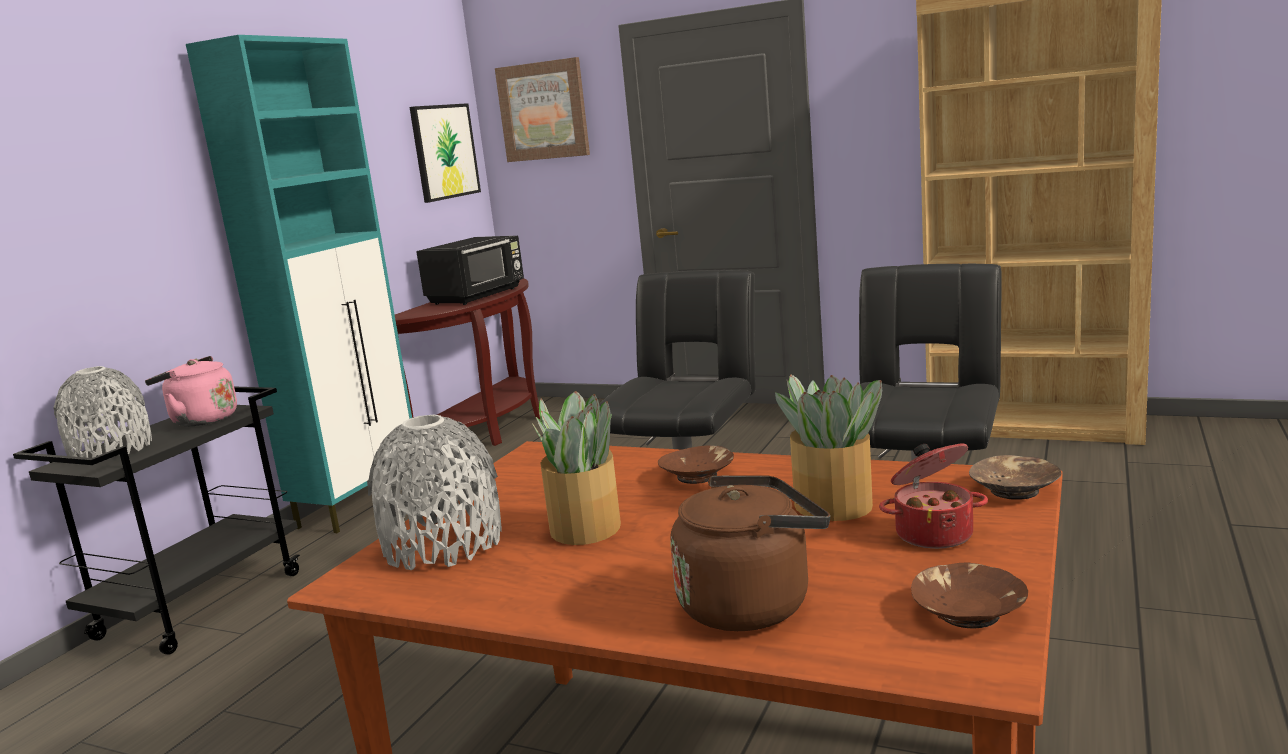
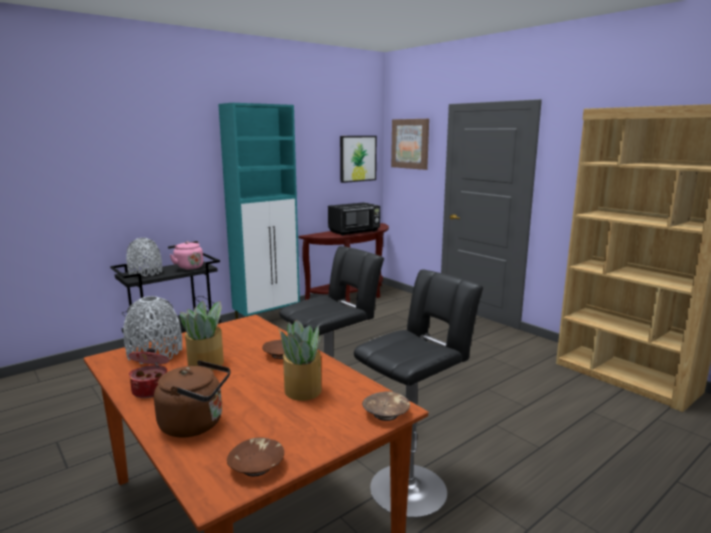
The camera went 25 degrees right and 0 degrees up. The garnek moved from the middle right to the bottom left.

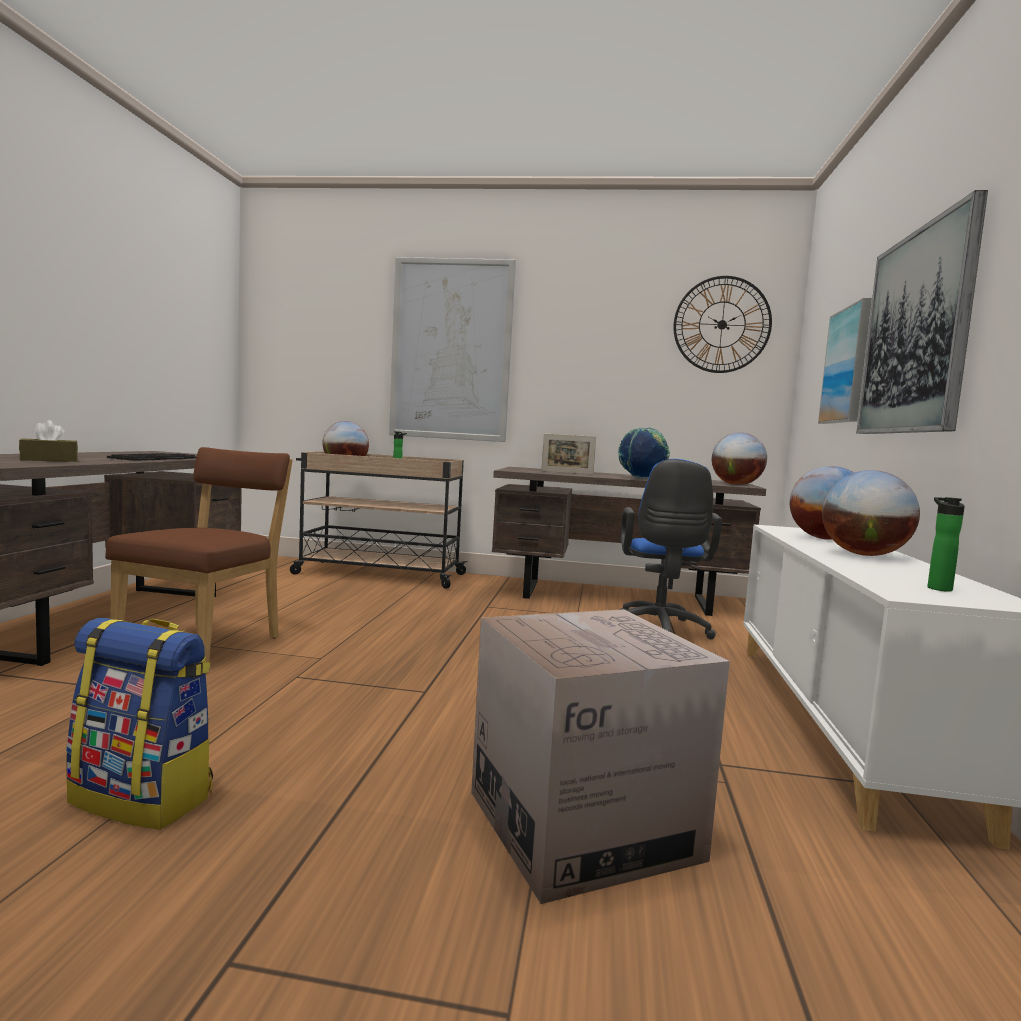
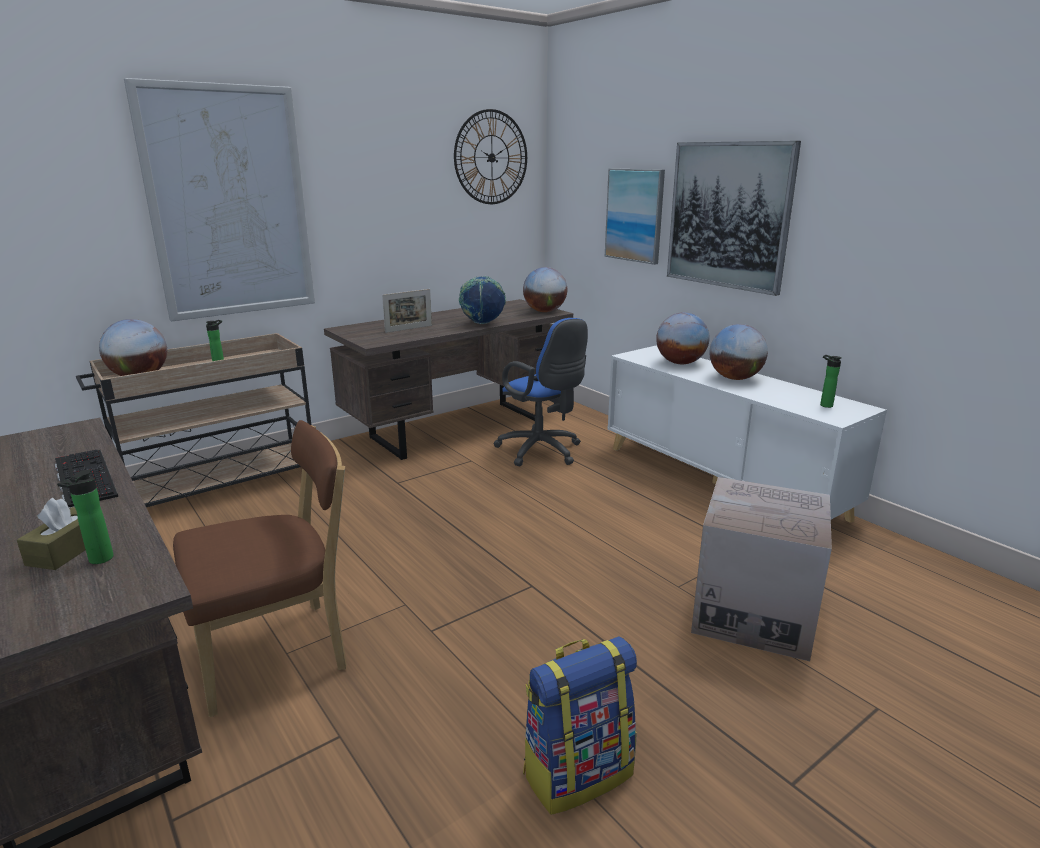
The camera went 45 degrees left and 15 degrees up. The butelka (1st from left) at the middle left appeared. The krzesło (brązowy) at the middle left turned 90 degrees clockwise.

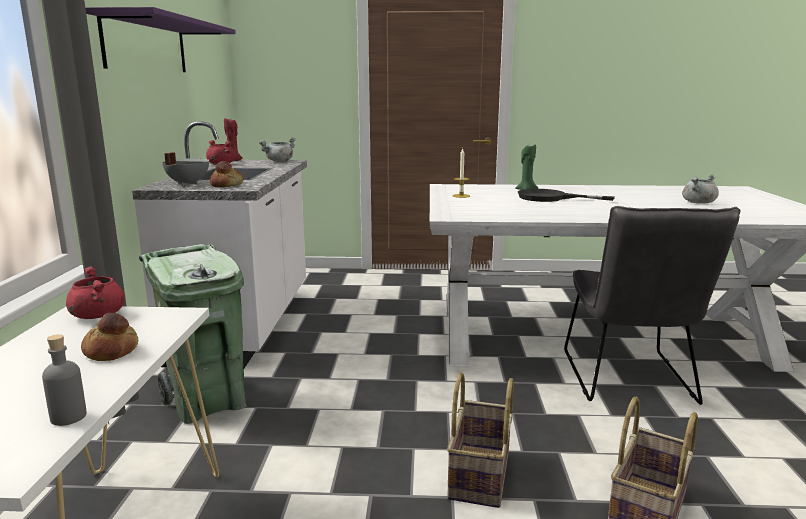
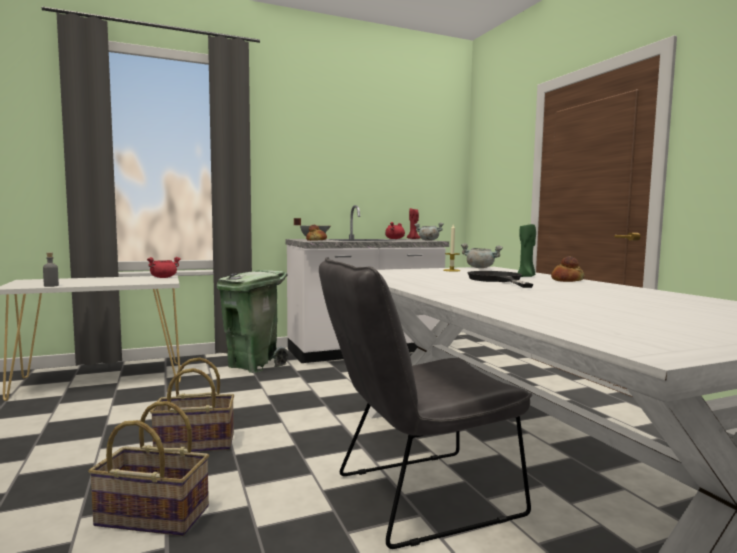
The camera went 65 degrees right and 10 degrees down. The półka (fioletowy) at the top left disappeared. The chleb (1st from left in the first image) moved from the middle left to the middle right. The garnek (szary) (3rd from left) moved from the middle right to the centre.

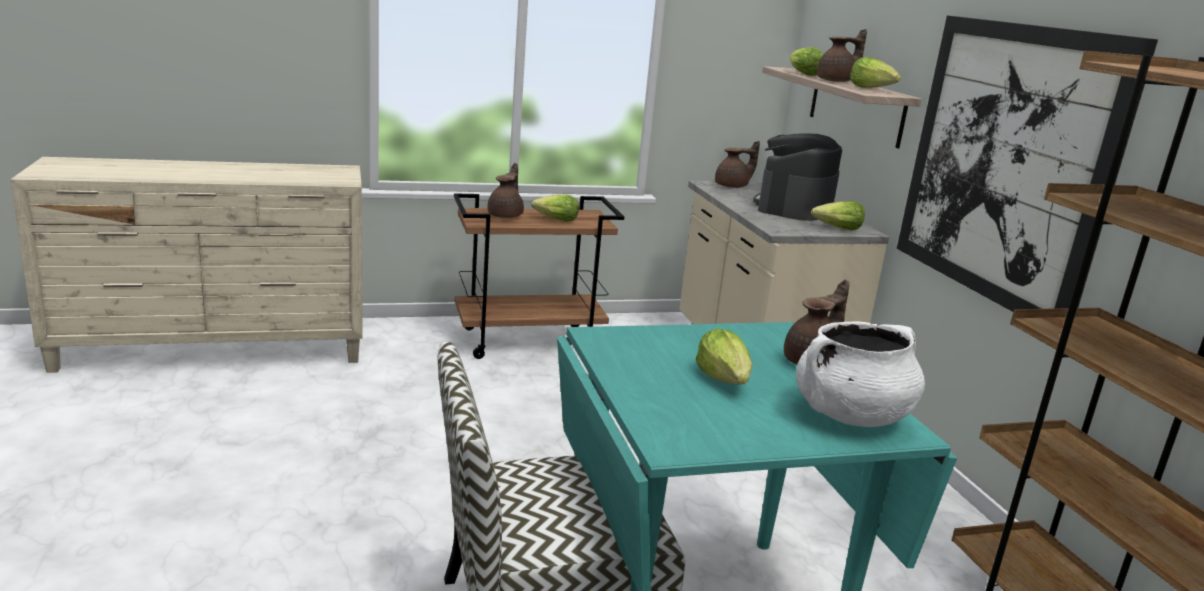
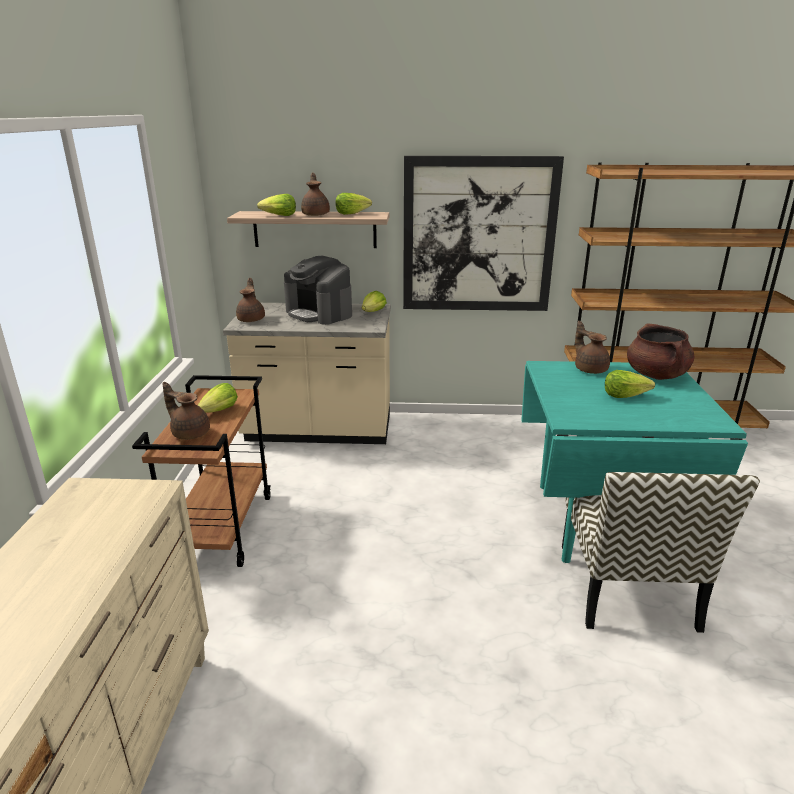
The camera went 70 degrees left and 5 degrees up. The garnek (biały) at the middle right became the garnek (brązowy) at the middle right.

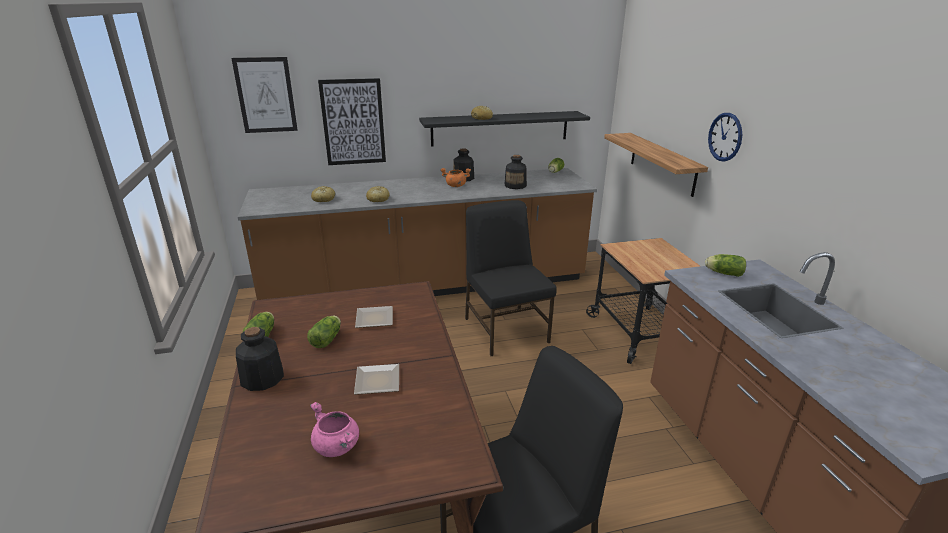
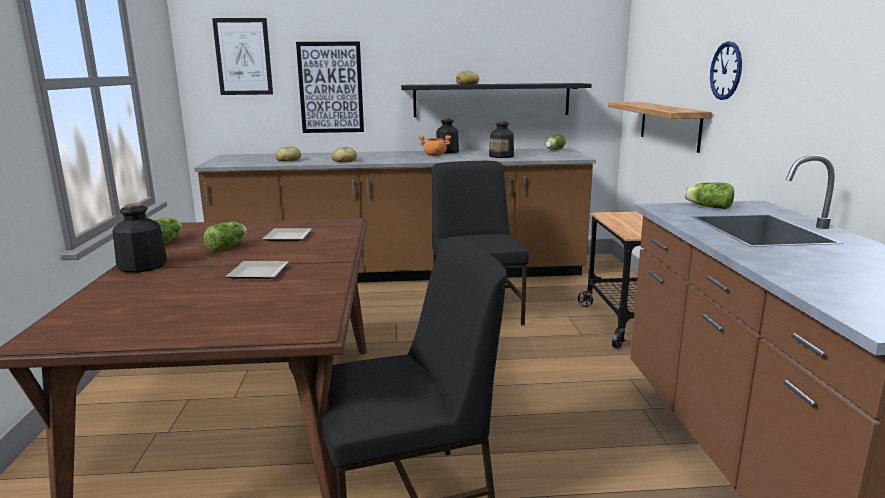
The camera went 10 degrees right and 10 degrees down. The garnek (różowy) at the bottom centre disappeared.

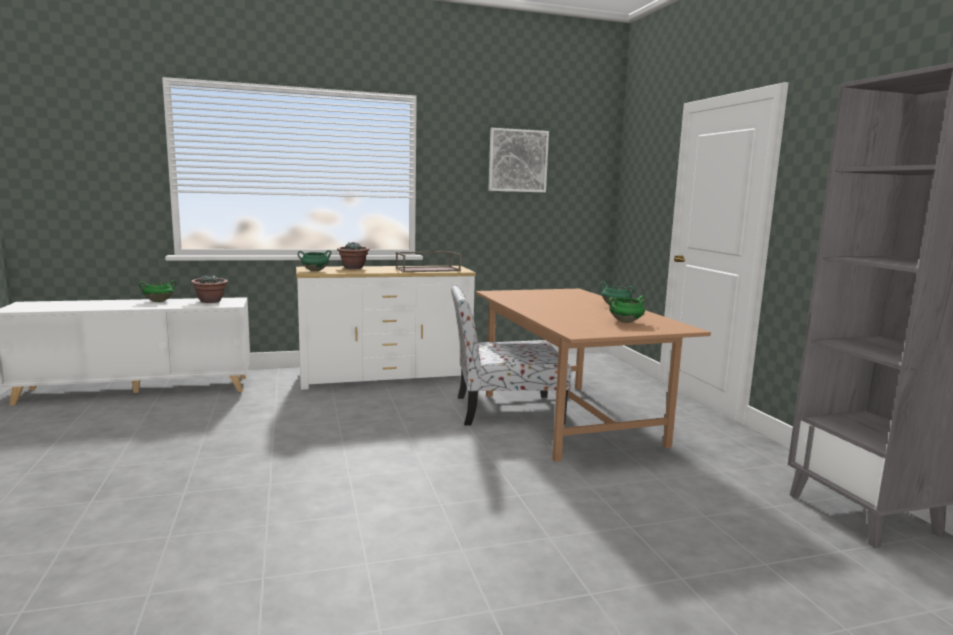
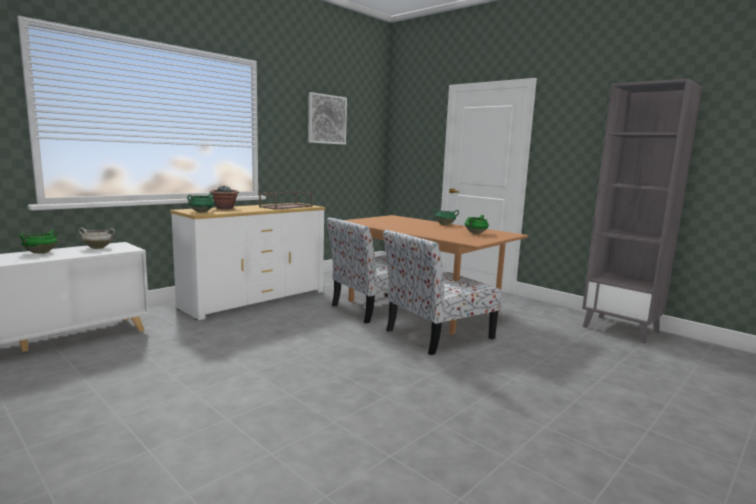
The camera went 30 degrees left and 0 degrees up. The krzesło (2nd from left) at the centre appeared. The roślina doniczkowa (1st from left) at the middle left was replaced by the garnek (biały) at the middle left.

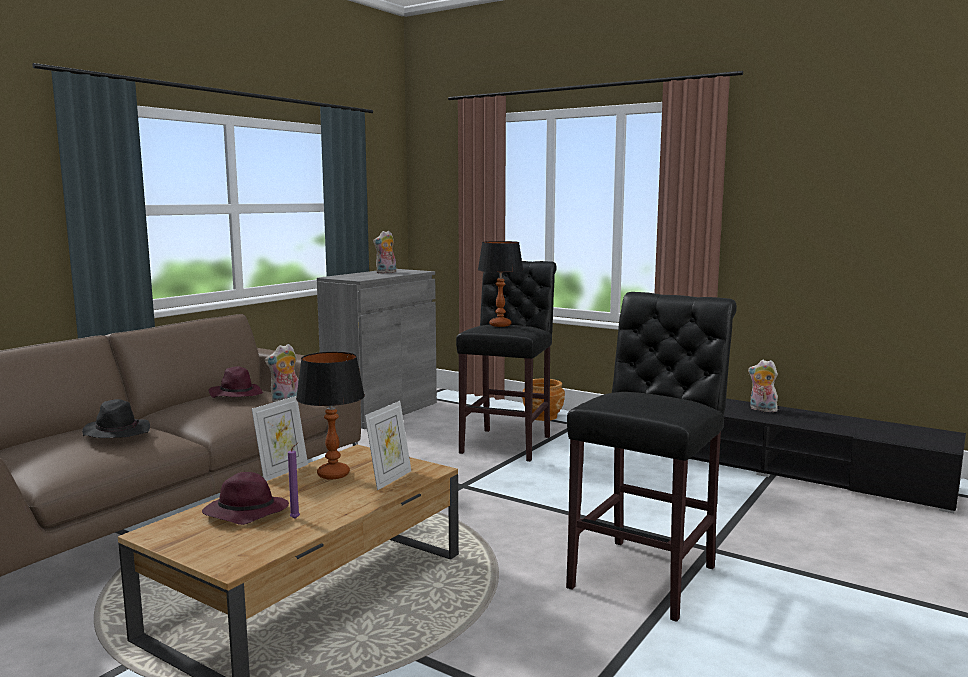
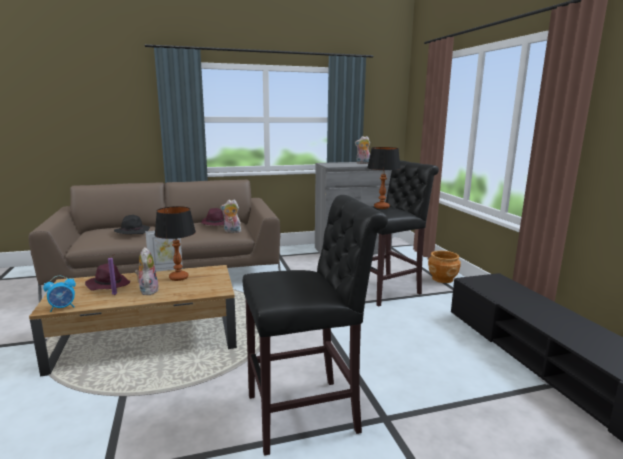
The camera went 40 degrees right and 5 degrees up. The ramka na zdjęcie (2nd from left) at the centre disappeared. The budzik at the middle left appeared. The pluszak (3rd from left in the first image) moved from the middle right to the middle left.

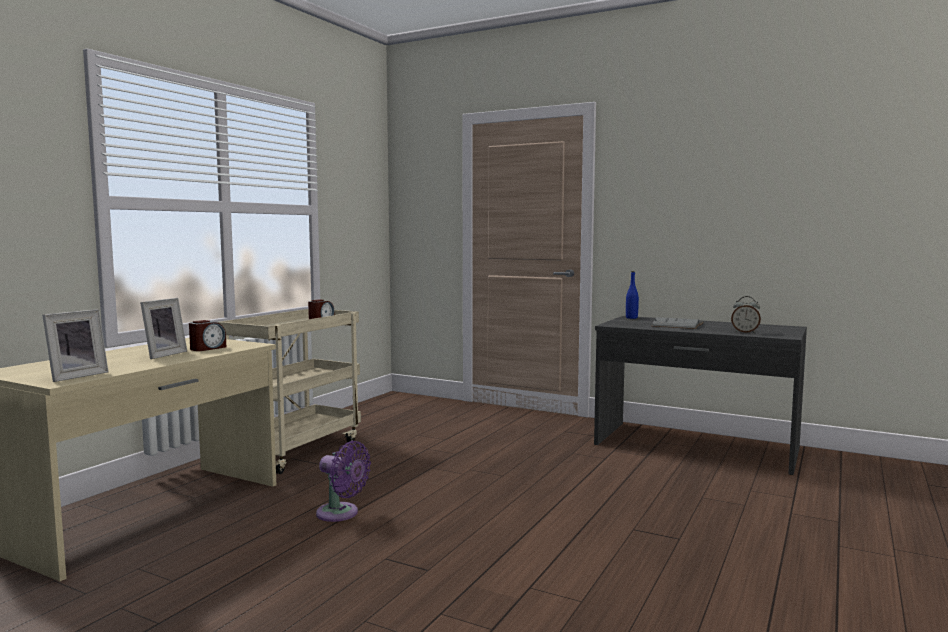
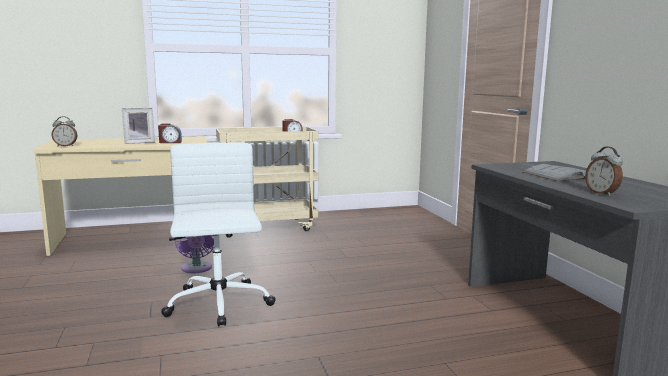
The camera went 45 degrees right and 5 degrees up. The butelka (niebieski) at the middle right disappeared. The krzesło biurowe (biały) at the middle left appeared. The ramka na zdjęcie (1st from left) at the middle left was replaced by the budzik (1st from left) at the middle left.

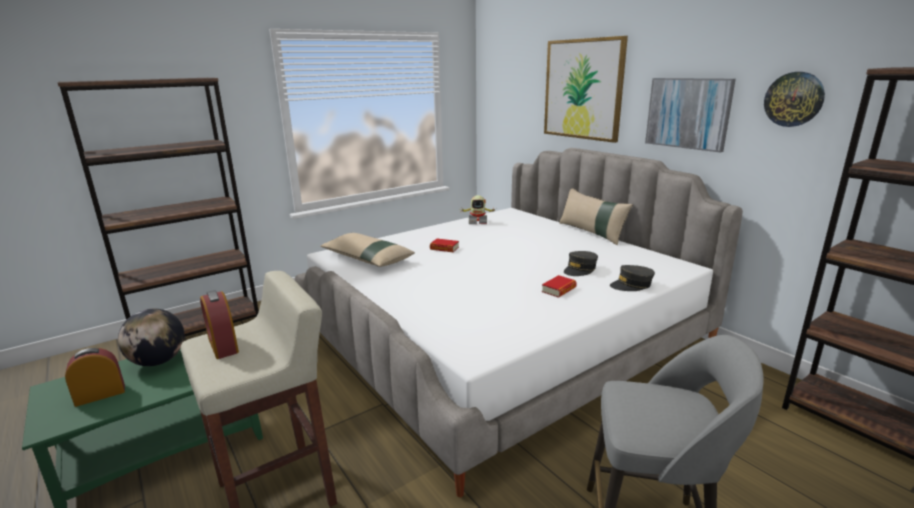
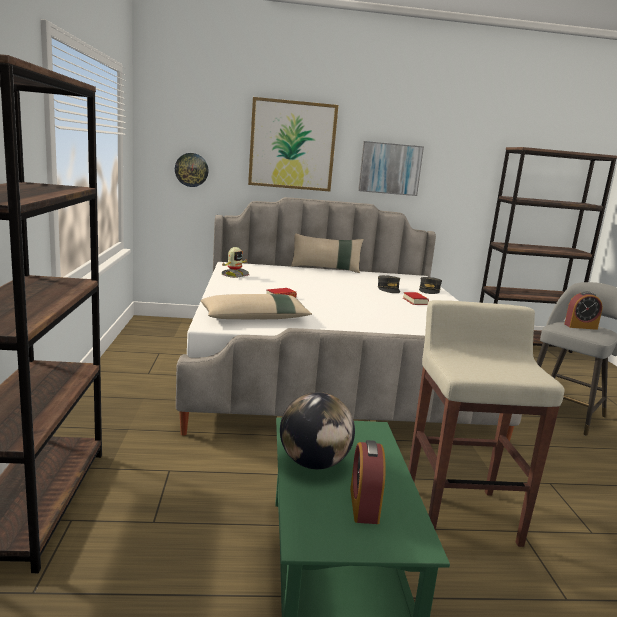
The camera went 60 degrees left and 5 degrees down. The budzik (2nd from left) moved from the middle left to the middle right. The zegar ścienny moved from the top right to the top left.

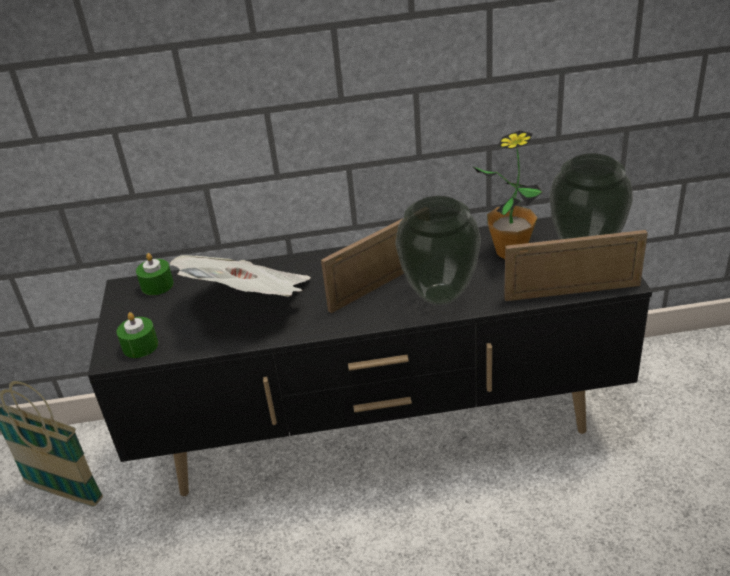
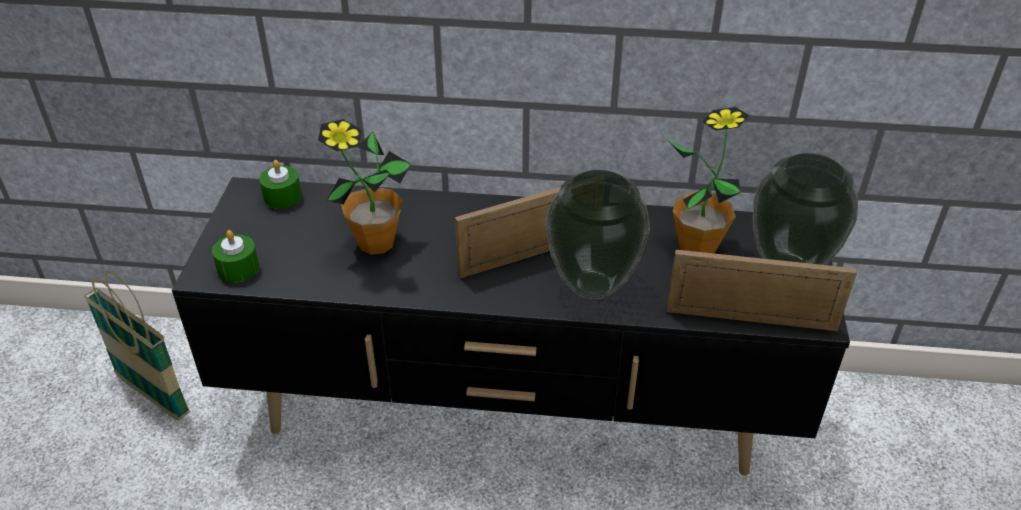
The camera went 10 degrees right and 5 degrees up. The gazeta at the middle left was replaced by the roślina doniczkowa (1st from left) at the centre.

